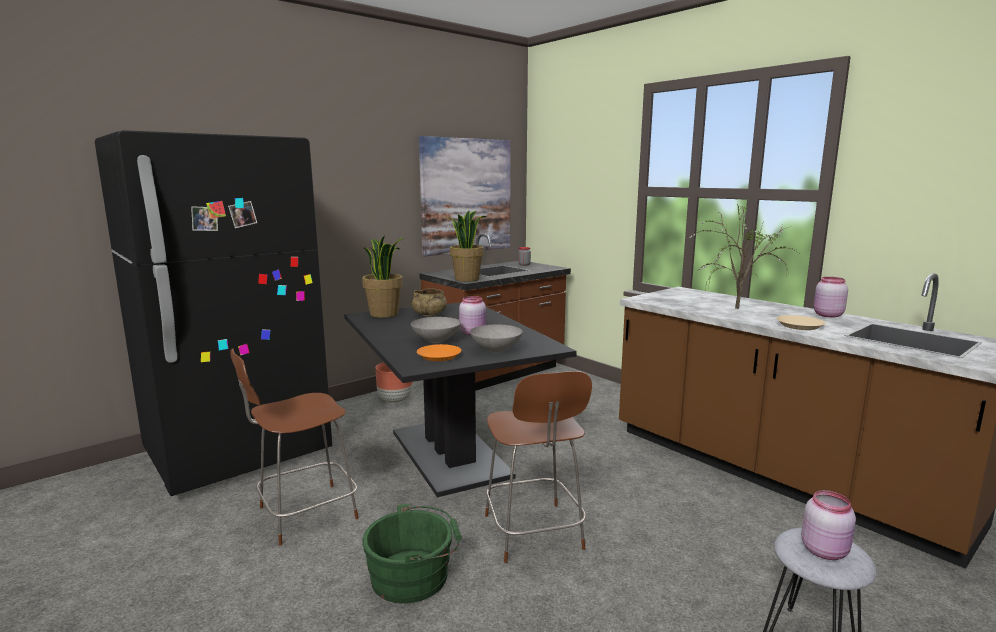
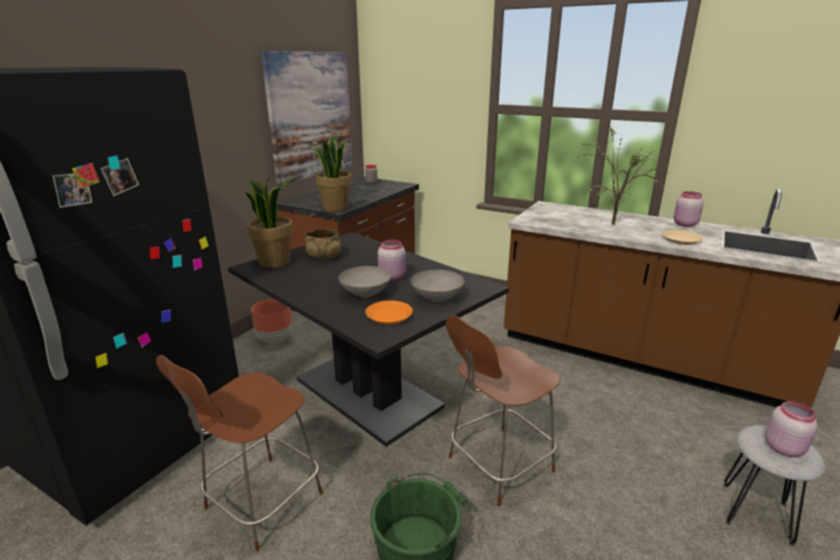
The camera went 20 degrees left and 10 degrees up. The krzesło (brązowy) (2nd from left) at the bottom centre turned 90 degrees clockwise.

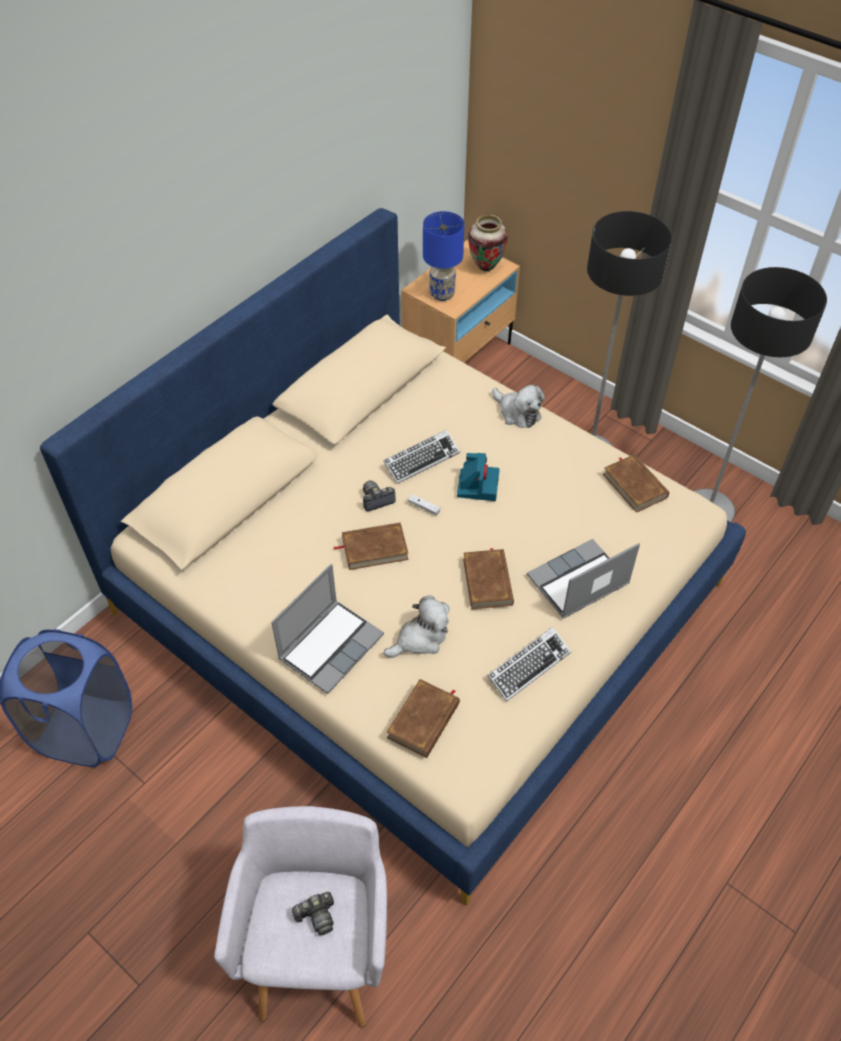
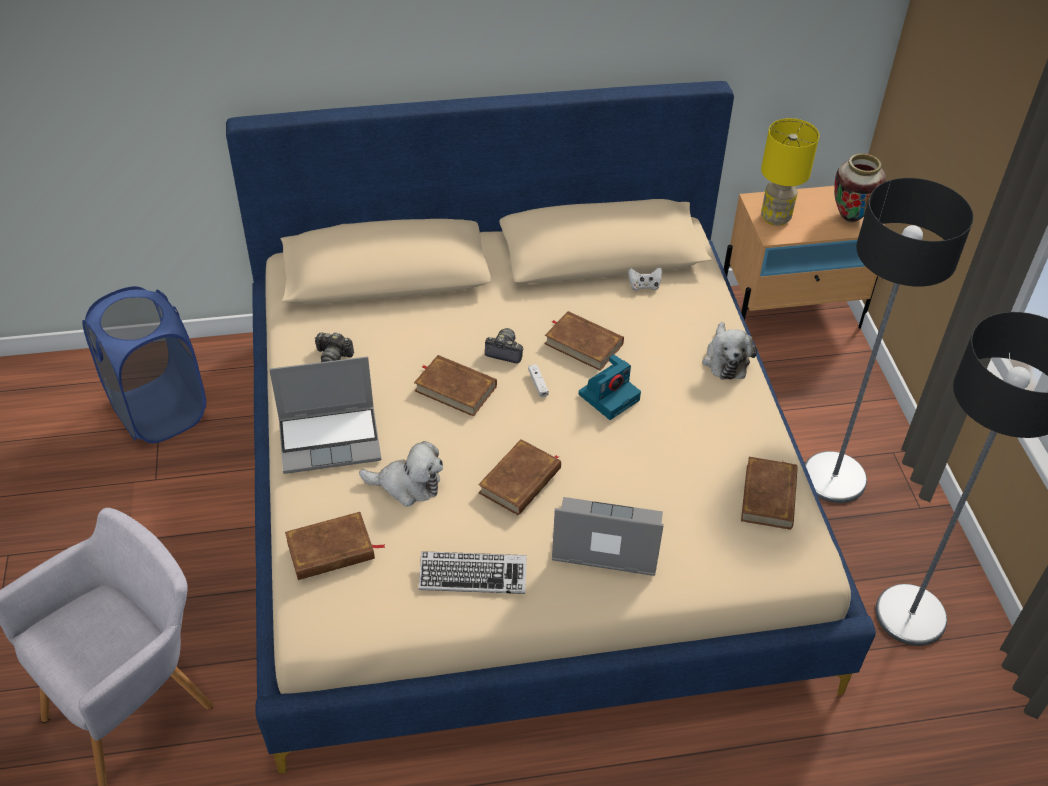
The camera went 40 degrees right and 5 degrees down. The pad do gier (biały) (2nd from left) at the centre appeared. The aparat fotograficzny (1st from left) moved from the bottom centre to the middle left. The klawiatura (1st from left) at the centre was replaced by the książka (brązowy) (4th from left) at the centre. The lampa stołowa (niebieski) at the top centre became the lampa stołowa (żółty) at the top right.

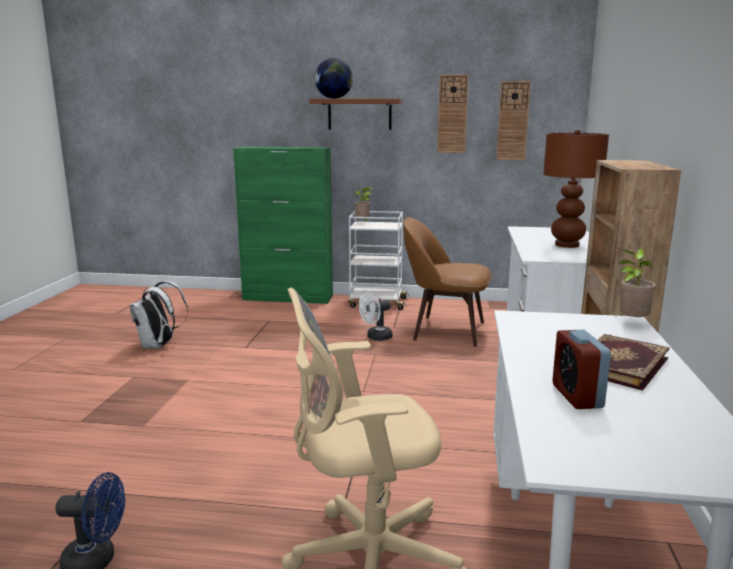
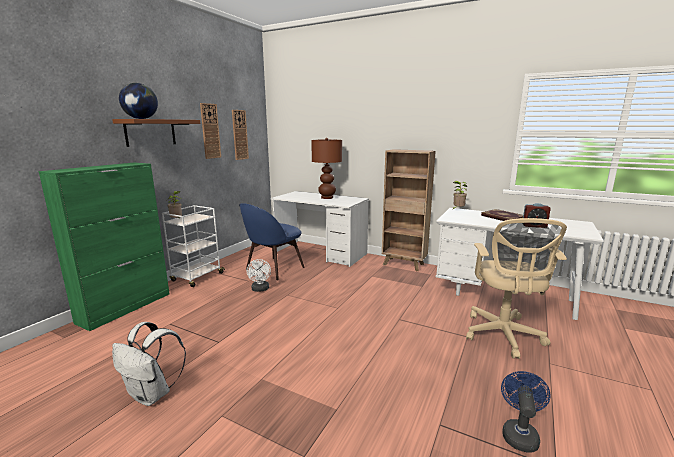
The camera went 70 degrees left and 0 degrees up. The krzesło (brązowy) at the centre became the krzesło (niebieski) at the centre.

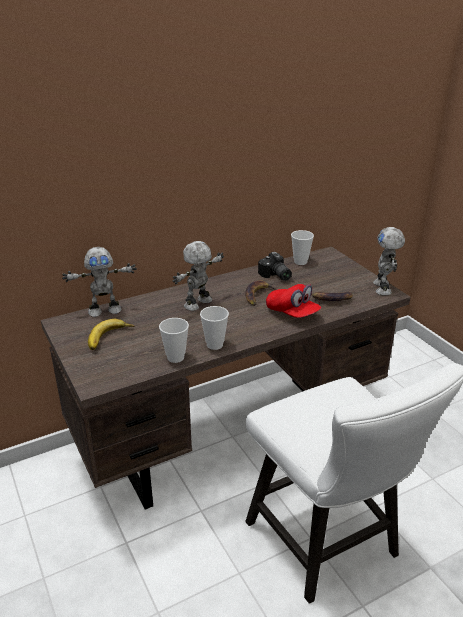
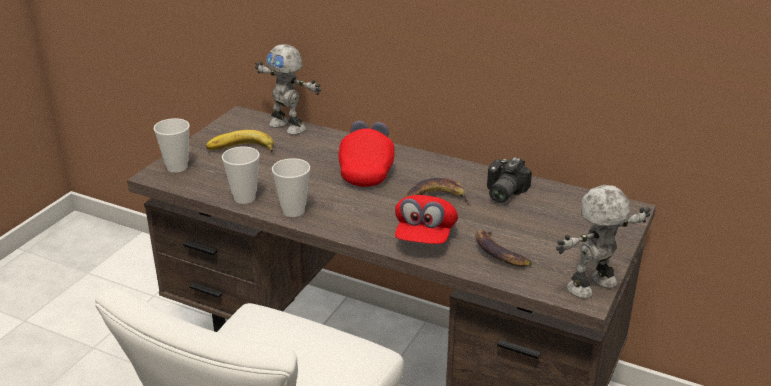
The camera went 55 degrees right and 0 degrees up. The filiżanka (3rd from left in the first image) moved from the centre to the middle left. The robot zabawkowy (2nd from left) at the centre was replaced by the czapka z daszkiem (czerwony) (1st from left) at the centre.

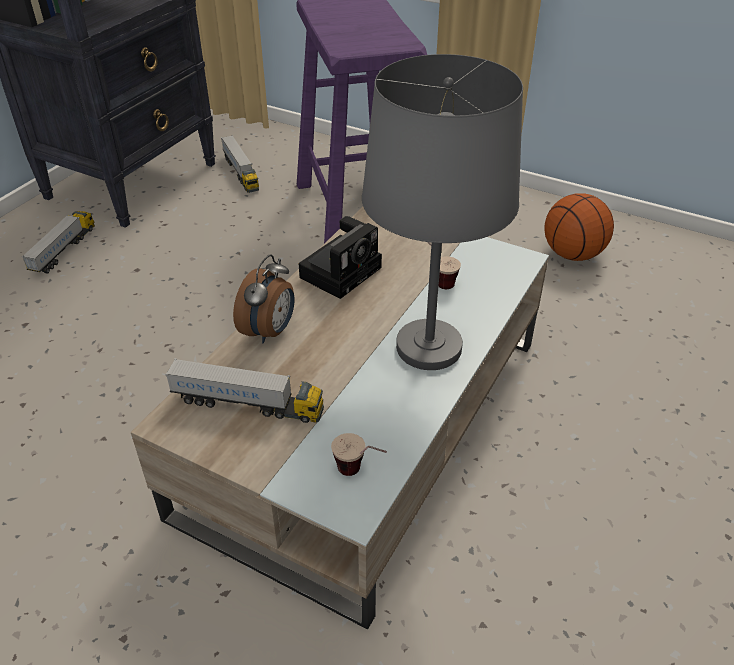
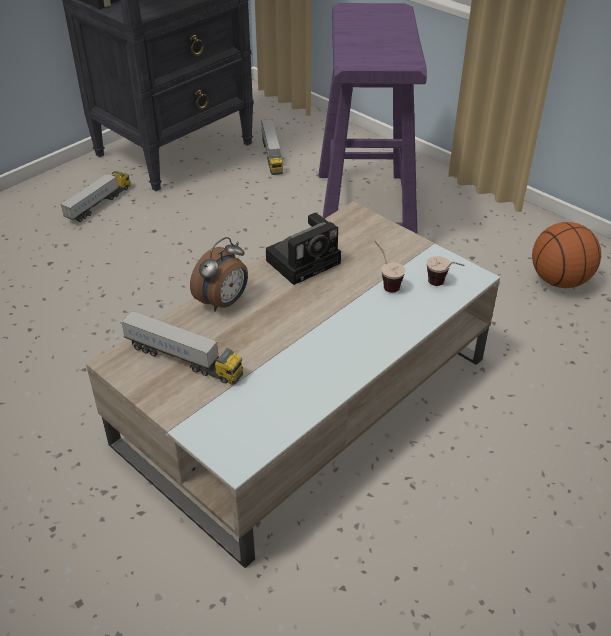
The camera went 15 degrees right and 0 degrees up. The lampa stołowa (szary) at the top centre disappeared. The filiżanka (1st from left in the first image) moved from the bottom centre to the middle right.

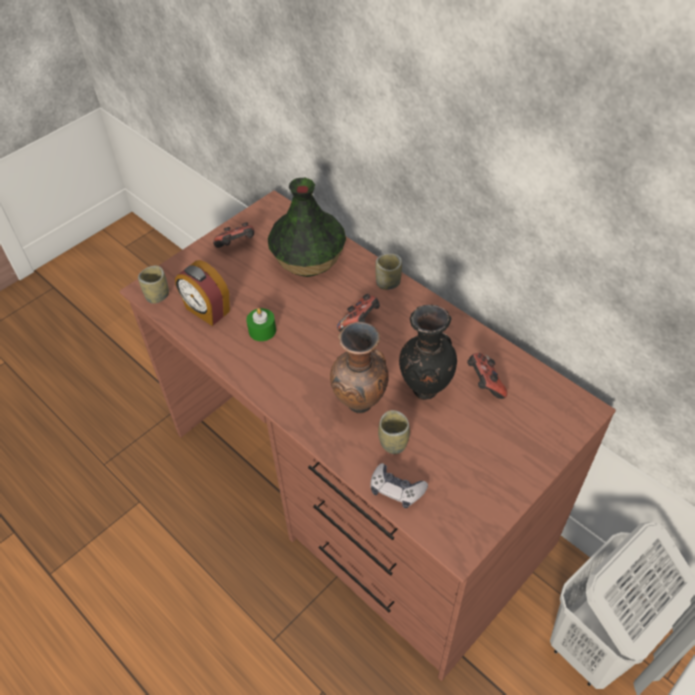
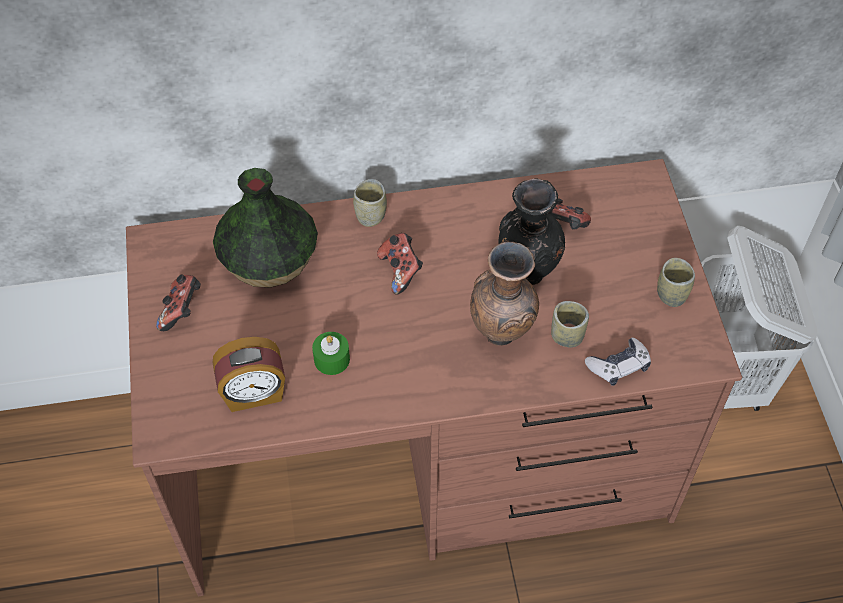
The camera went 55 degrees left and 5 degrees up. The filiżanka (1st from left in the first image) moved from the middle left to the middle right.

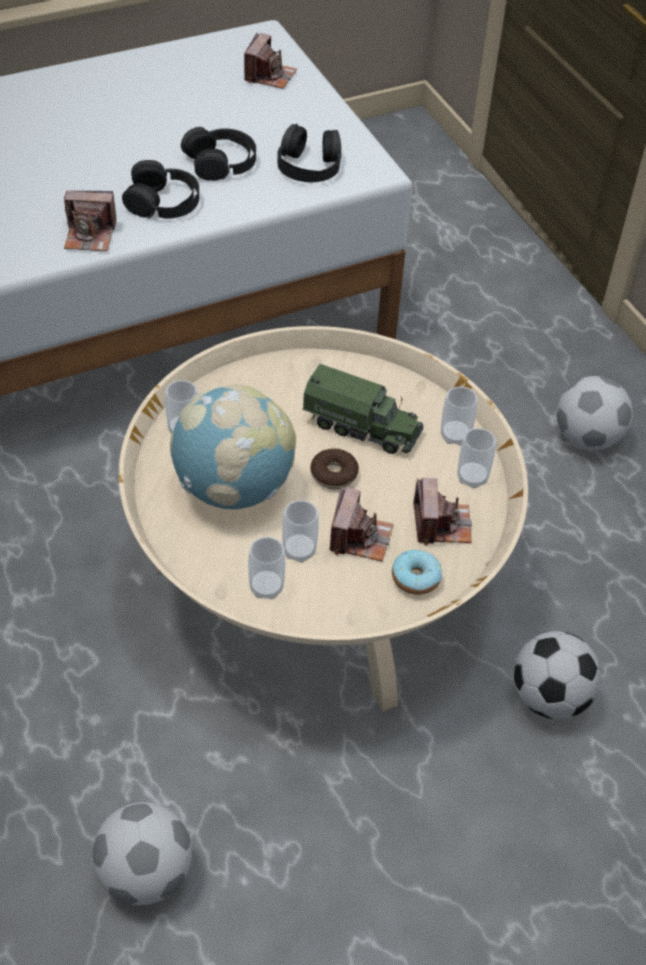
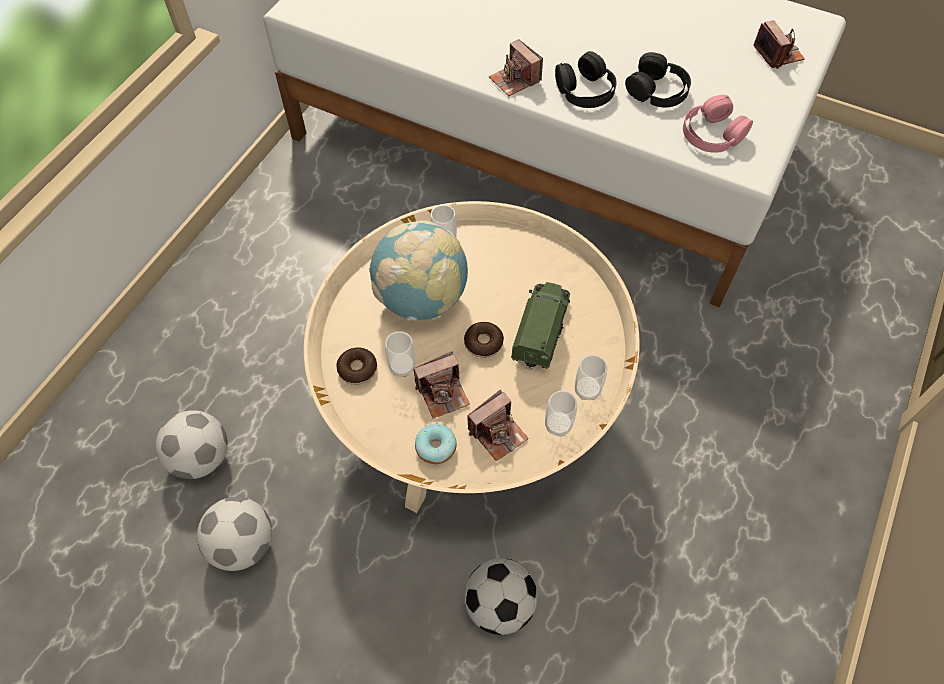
The camera went 55 degrees right and 10 degrees up. The piłka futbolowa (3rd from left in the first image) moved from the middle right to the bottom left. The filiżanka (2nd from left) at the centre was replaced by the donut (1st from left) at the centre. The słuchawki (czarny) (3rd from left) at the top centre became the słuchawki (różowy) at the top right. The aparat fotograficzny (2nd from left in the first image) at the top centre turned 90 degrees counterclockwise. The ciężarówka zabawkowa at the centre turned 150 degrees counterclockwise.

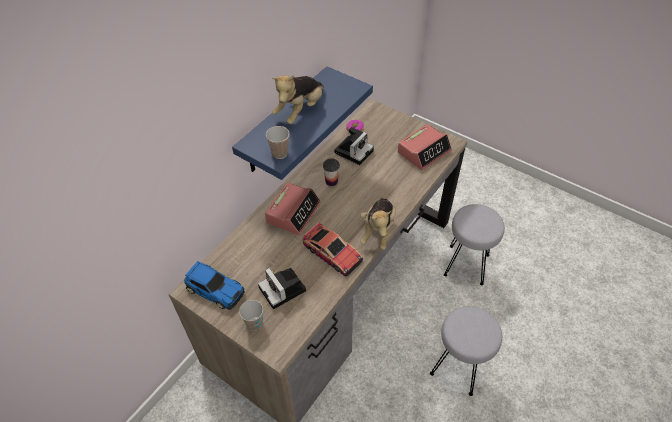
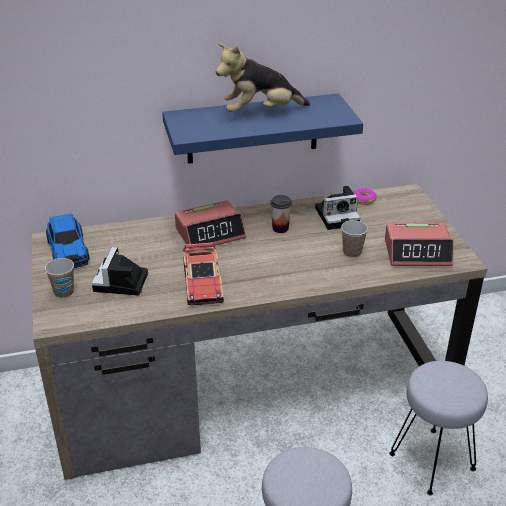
The camera went 40 degrees right and 15 degrees down. The pluszak (2nd from left) at the centre disappeared. The filiżanka (2nd from left in the first image) moved from the centre to the middle right.

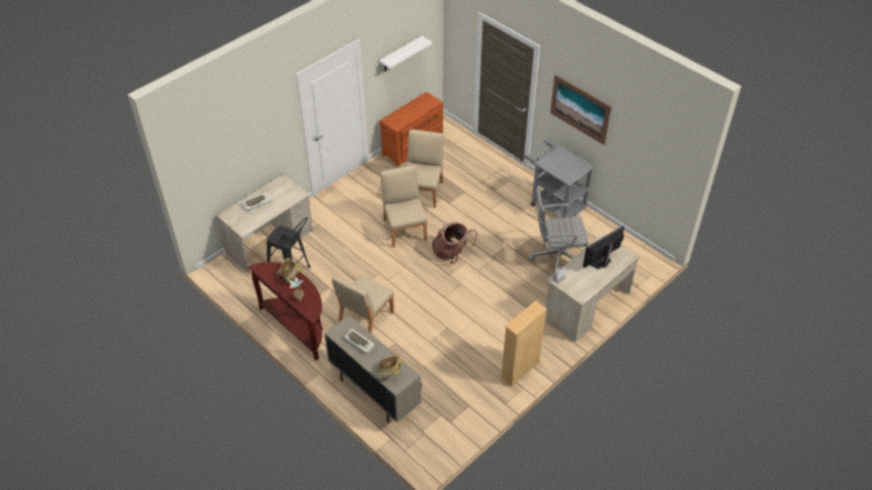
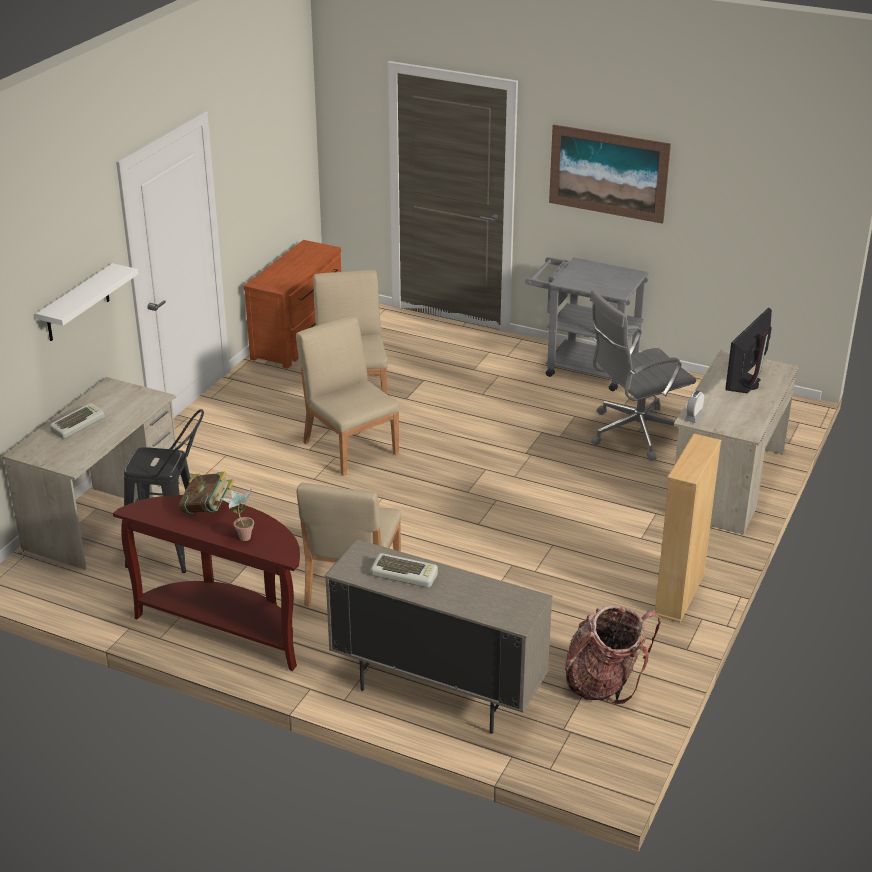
The camera went 20 degrees left and 15 degrees down. The książka (2nd from left) at the bottom centre disappeared. The półka (biały) moved from the top centre to the middle left. The plecak moved from the centre to the bottom right.

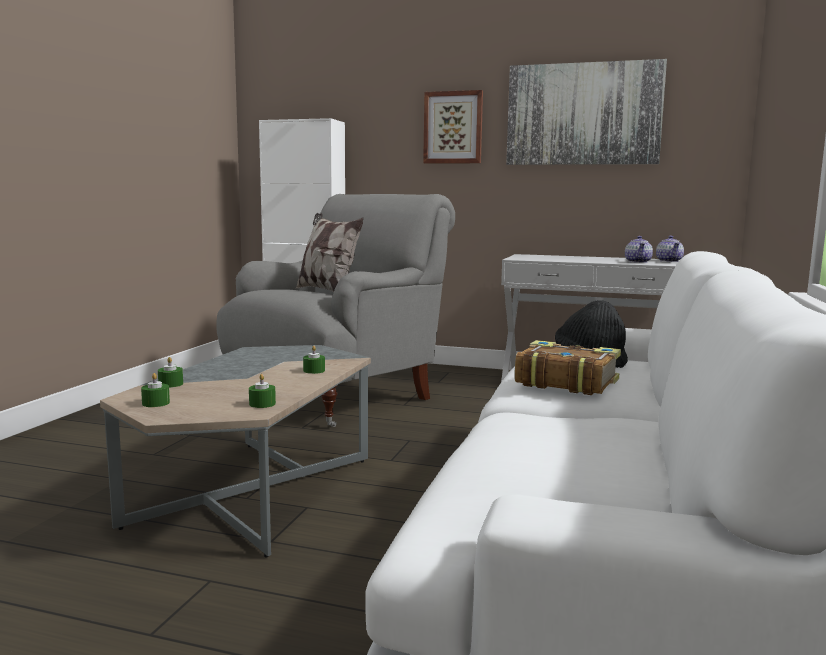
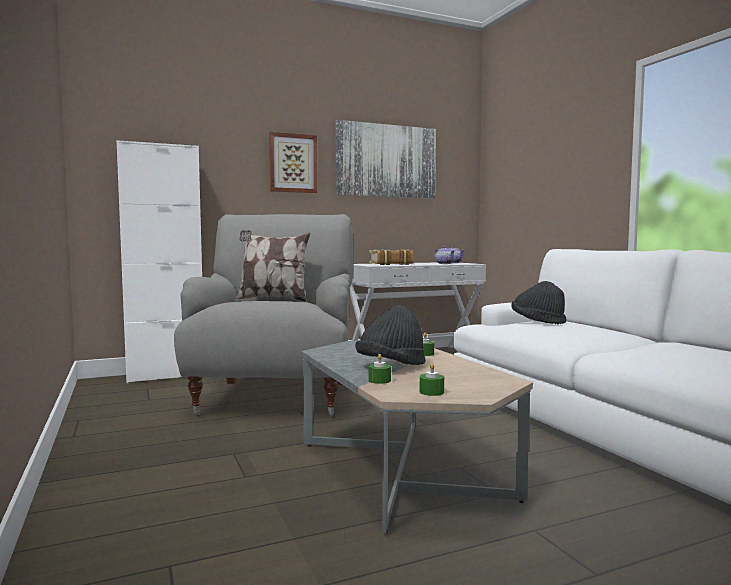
The camera went 40 degrees left and 5 degrees down. The świeca (zielony) (3rd from left) at the middle left disappeared. The kapelusz (czarny) (1st from left) at the centre appeared. The książka moved from the middle right to the centre.

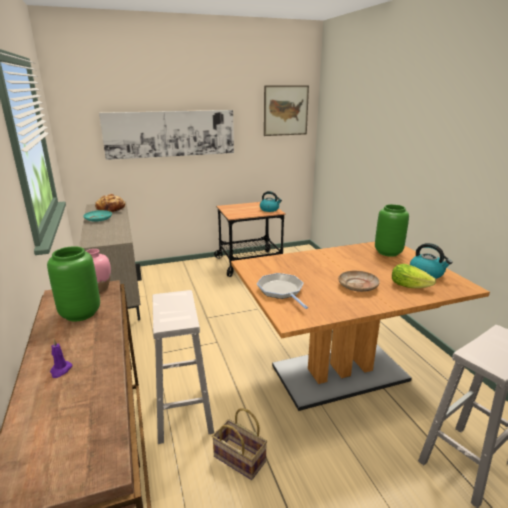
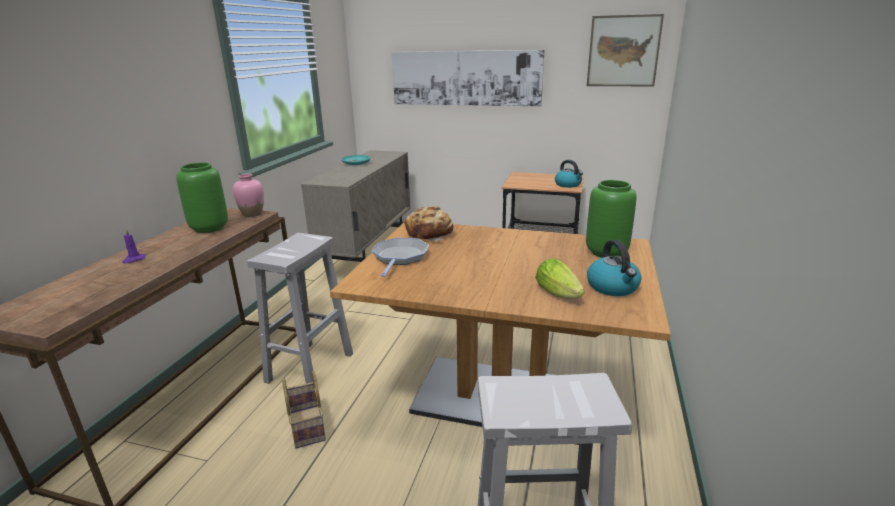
The camera went 35 degrees right and 0 degrees up. The talerz (beżowy) at the middle right disappeared. The chleb moved from the middle left to the centre.

